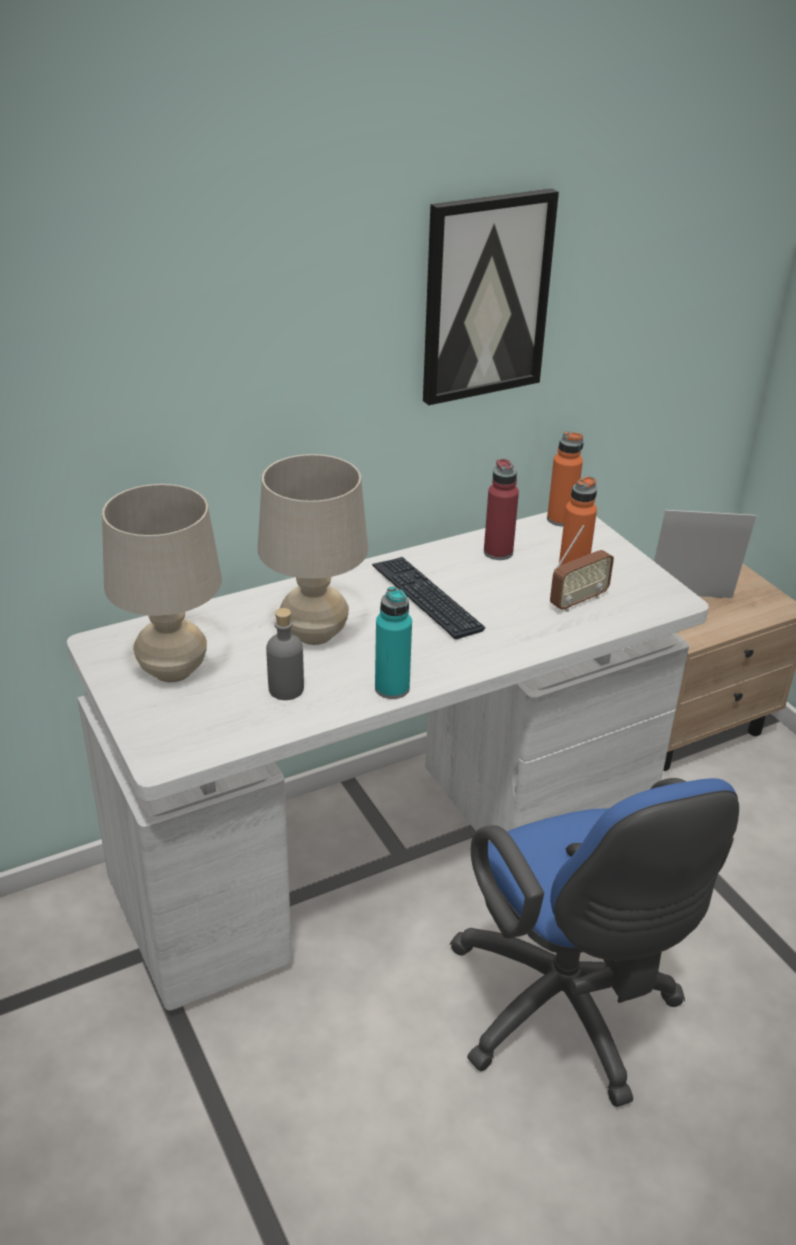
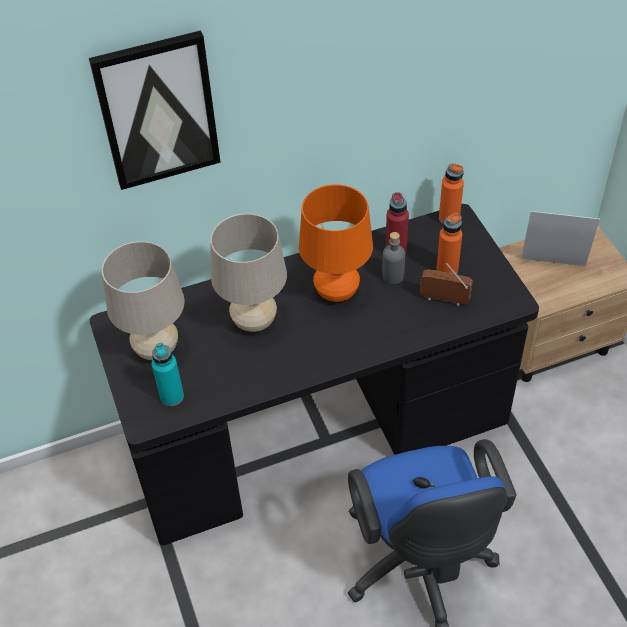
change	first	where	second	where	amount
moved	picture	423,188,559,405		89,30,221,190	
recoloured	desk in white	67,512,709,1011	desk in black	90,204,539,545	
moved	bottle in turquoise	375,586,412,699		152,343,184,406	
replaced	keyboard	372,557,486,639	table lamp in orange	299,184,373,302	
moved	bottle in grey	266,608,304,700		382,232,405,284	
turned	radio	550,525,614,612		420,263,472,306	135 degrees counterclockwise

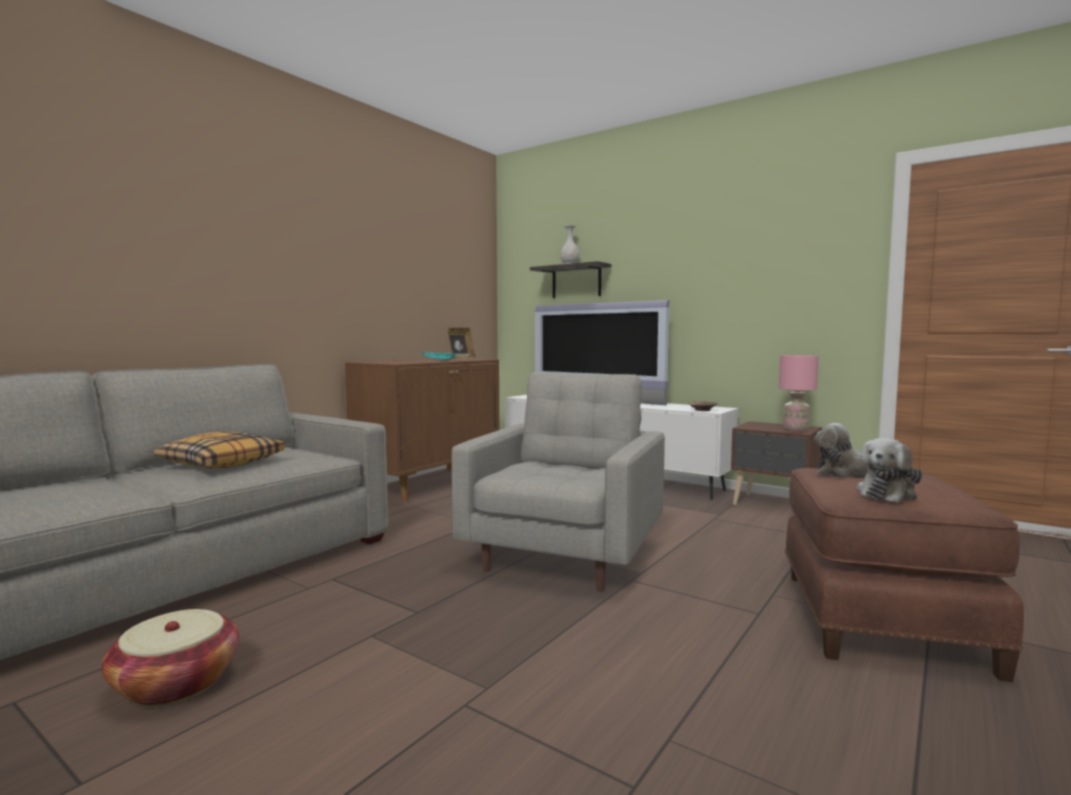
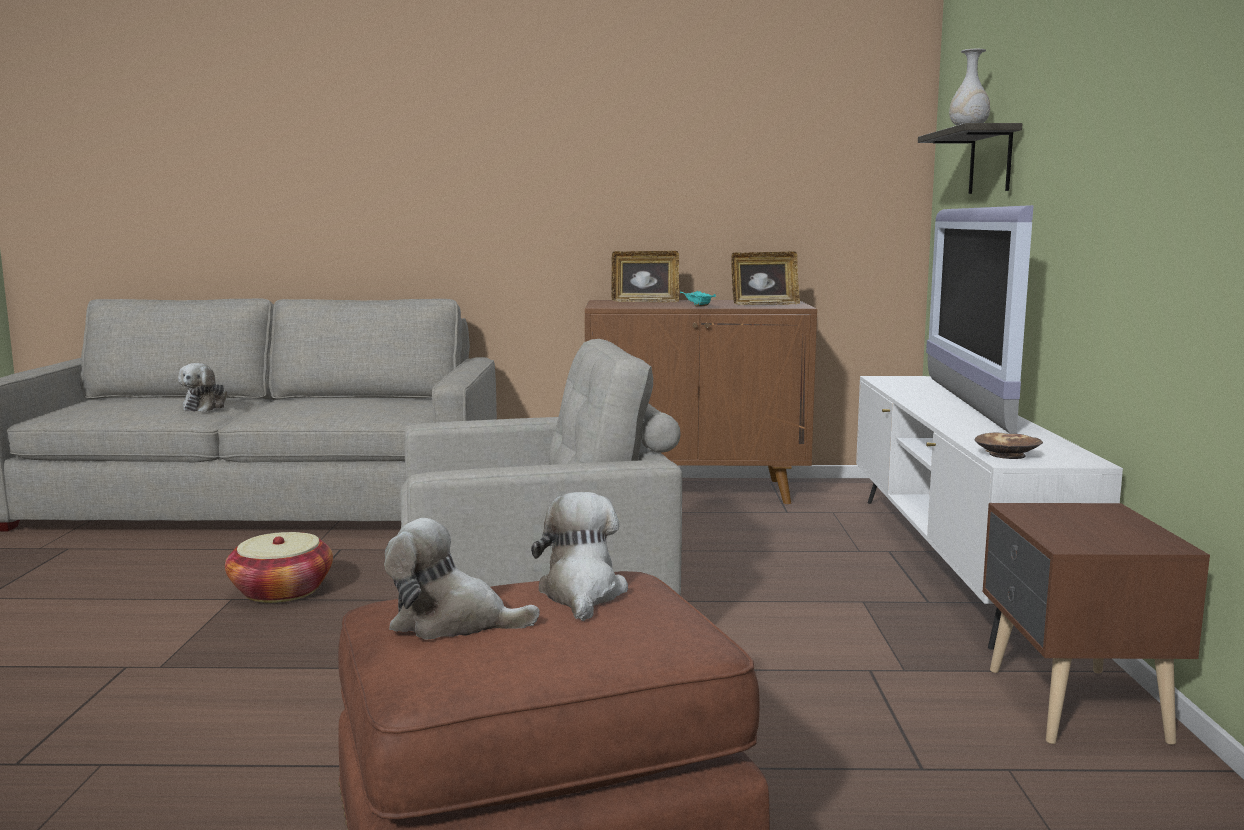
change	first	where	second	where	amount
added			plush toy	178,363,227,412	
moved	basket	102,609,239,706		225,532,333,603	
added			picture frame	611,251,679,303	
removed	pillow	154,431,284,468			
removed	table lamp in pink	779,355,819,432			

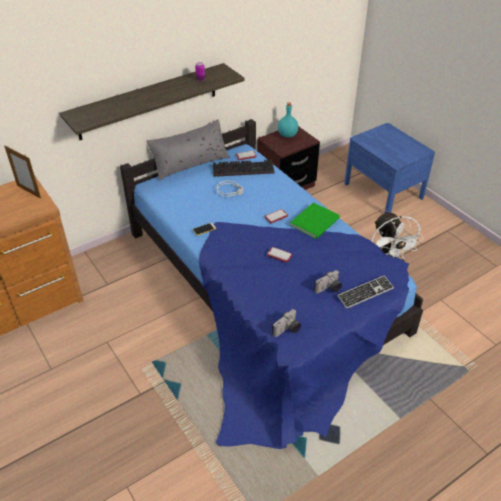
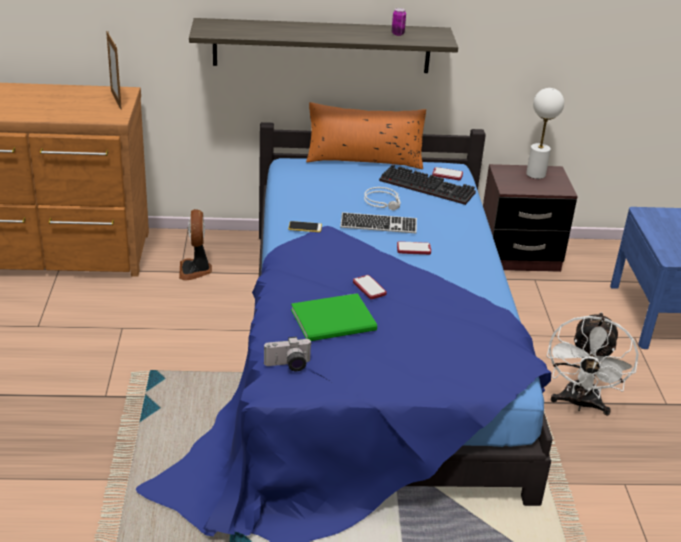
change	first	where	second	where	amount
added			fan	179,209,212,281	
moved	book in green	290,202,340,239		291,293,377,341	
recoloured	pillow in grey	146,119,229,181	pillow in orange	306,102,426,169	
moved	keyboard	337,275,394,309		340,212,417,233	
replaced	bottle in turquoise	278,102,298,138	table lamp in white	526,88,564,179	
removed	photo camera	314,270,342,293			

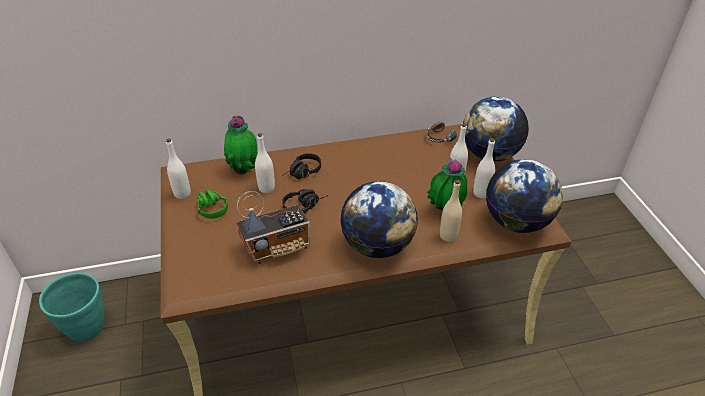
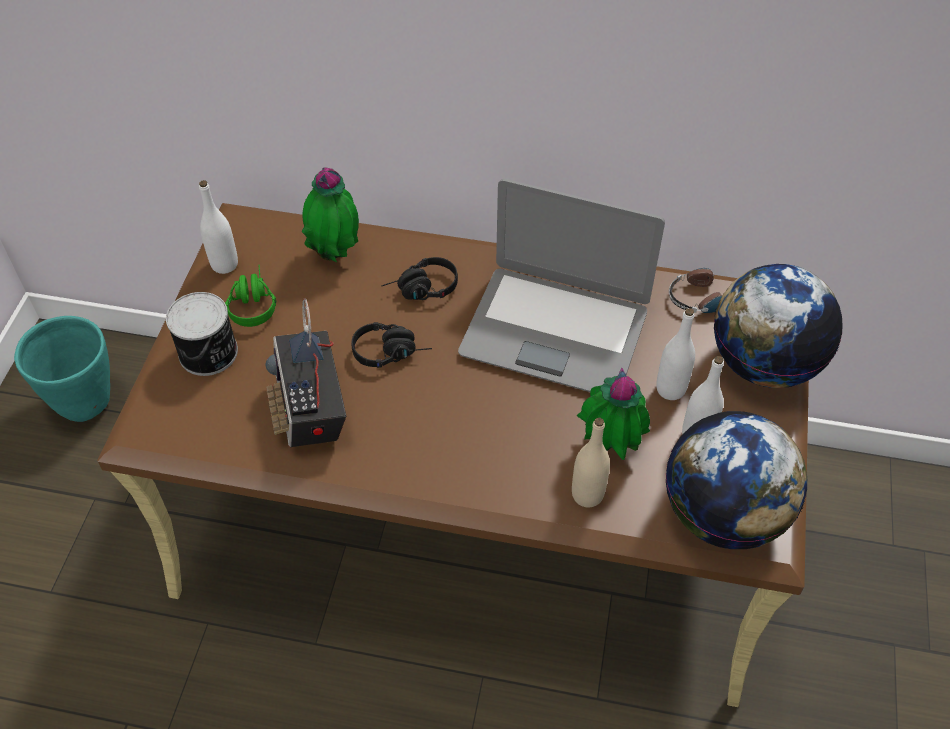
change	first	where	second	where	amount
added			can	166,292,238,376	
turned	radio	237,191,310,264		266,298,346,447	75 degrees clockwise
added			laptop	458,179,665,392	
removed	bottle in white	255,133,275,193			
removed	globe	340,181,418,258			

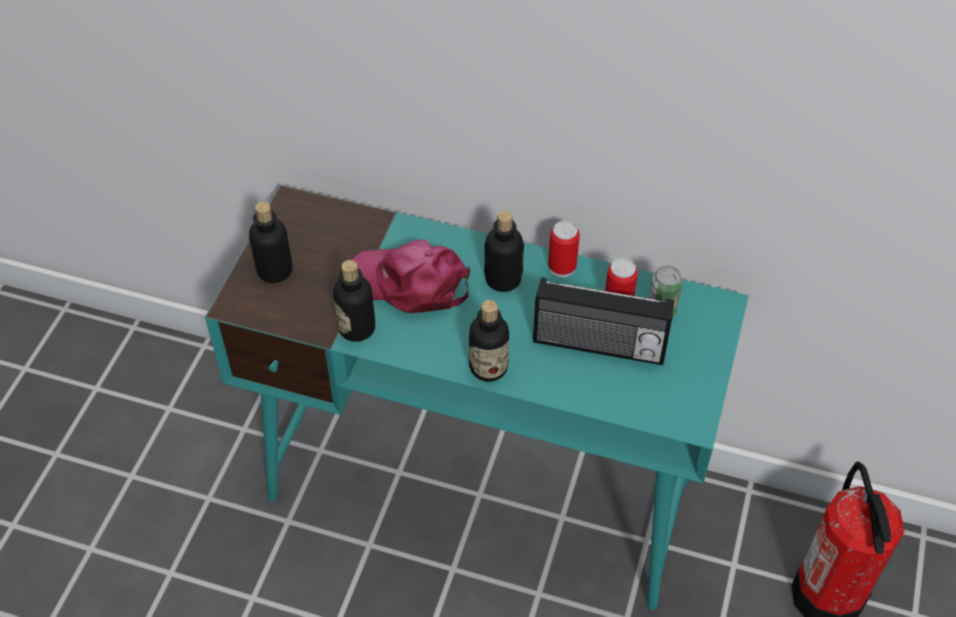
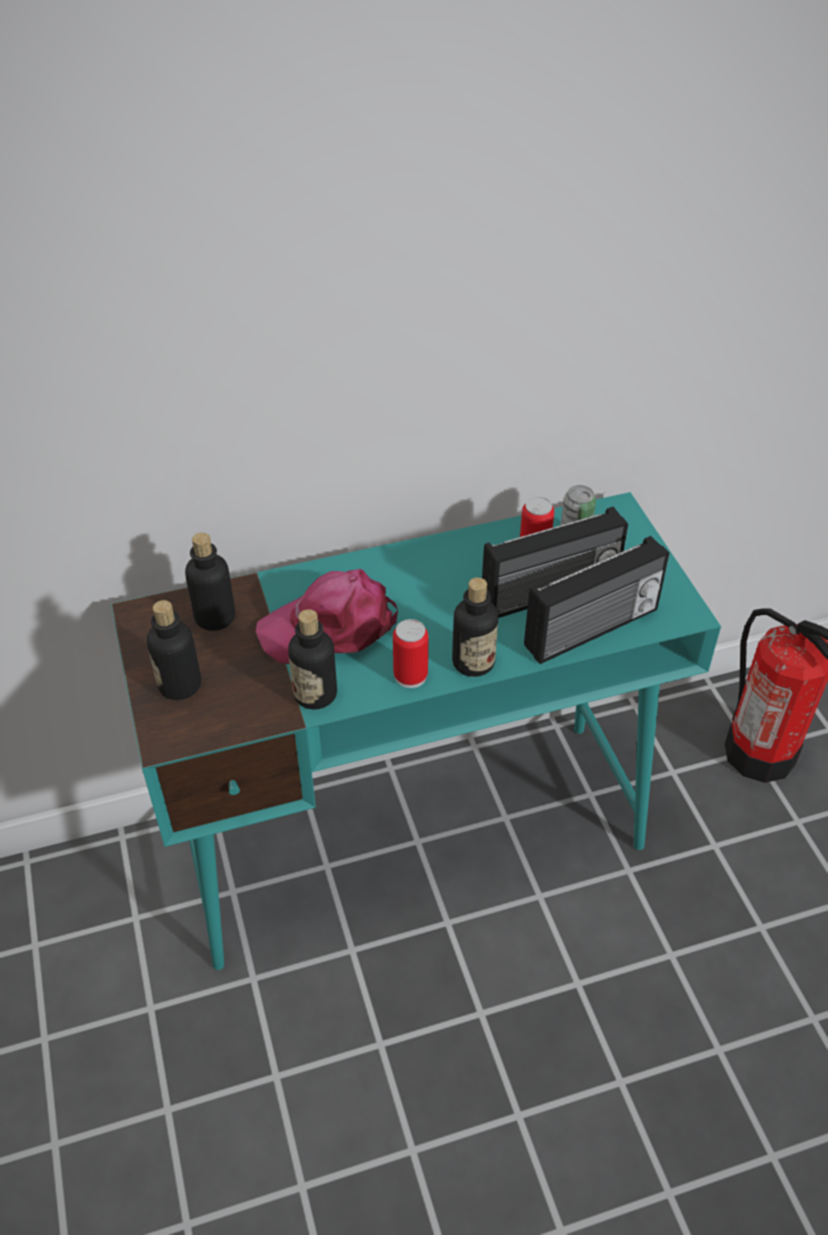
change	first	where	second	where	amount
moved	bottle	484,210,524,292		185,533,235,631	
moved	can	548,221,580,277		393,619,428,688	
added			radio	524,536,669,664	

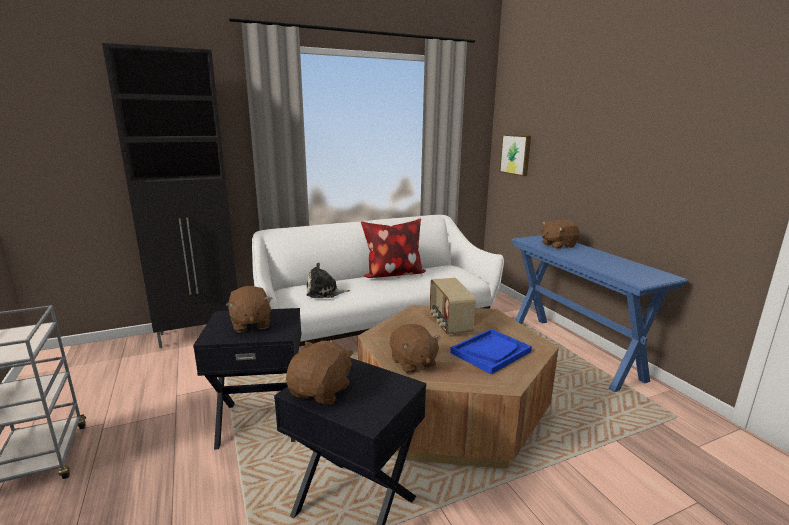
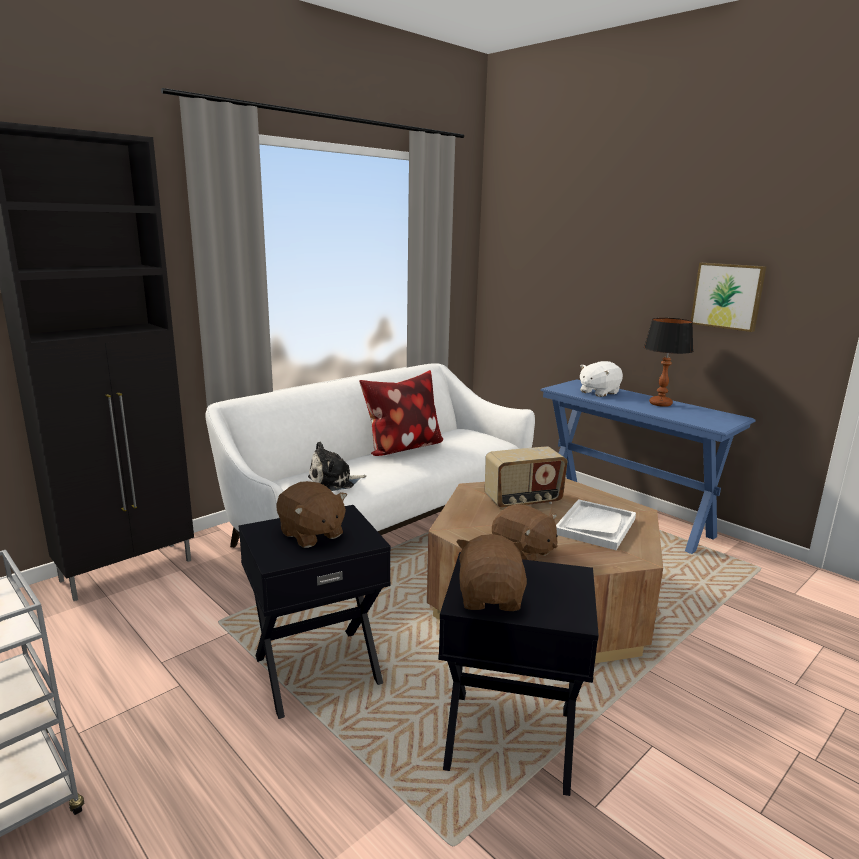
change	first	where	second	where	amount
turned	radio	430,278,476,335		485,446,567,508	75 degrees counterclockwise
recoloured	tray in blue	450,329,532,374	tray in white	556,499,636,550	
recoloured	plush toy in brown	541,220,580,249	plush toy in white	580,361,623,397	
added			table lamp	644,318,694,407	
moved	picture	499,134,531,176		691,262,767,332	

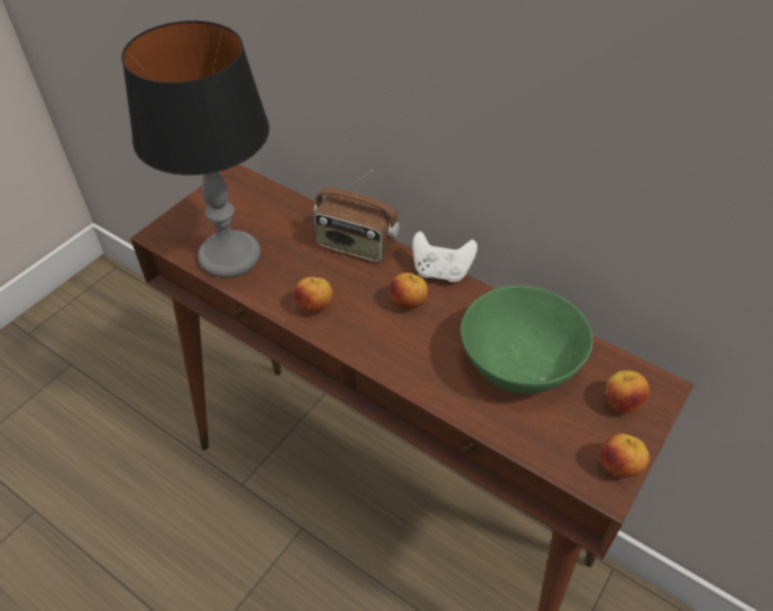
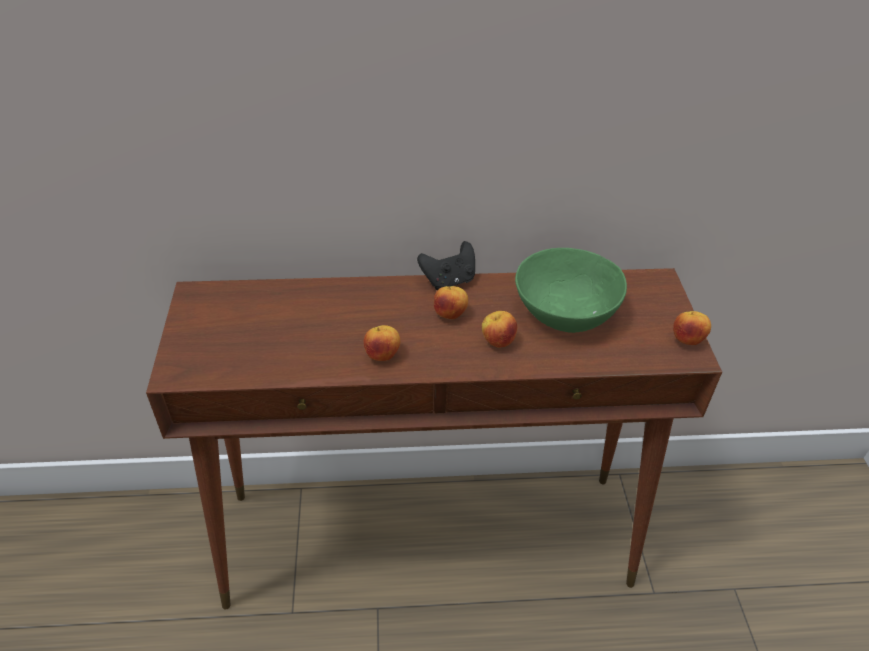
change	first	where	second	where	amount
recoloured	game controller in white	412,231,478,282	game controller in black	417,241,475,290	
moved	apple	606,370,649,413		482,311,517,348	
removed	table lamp	122,21,270,278			
removed	radio	313,170,399,262			

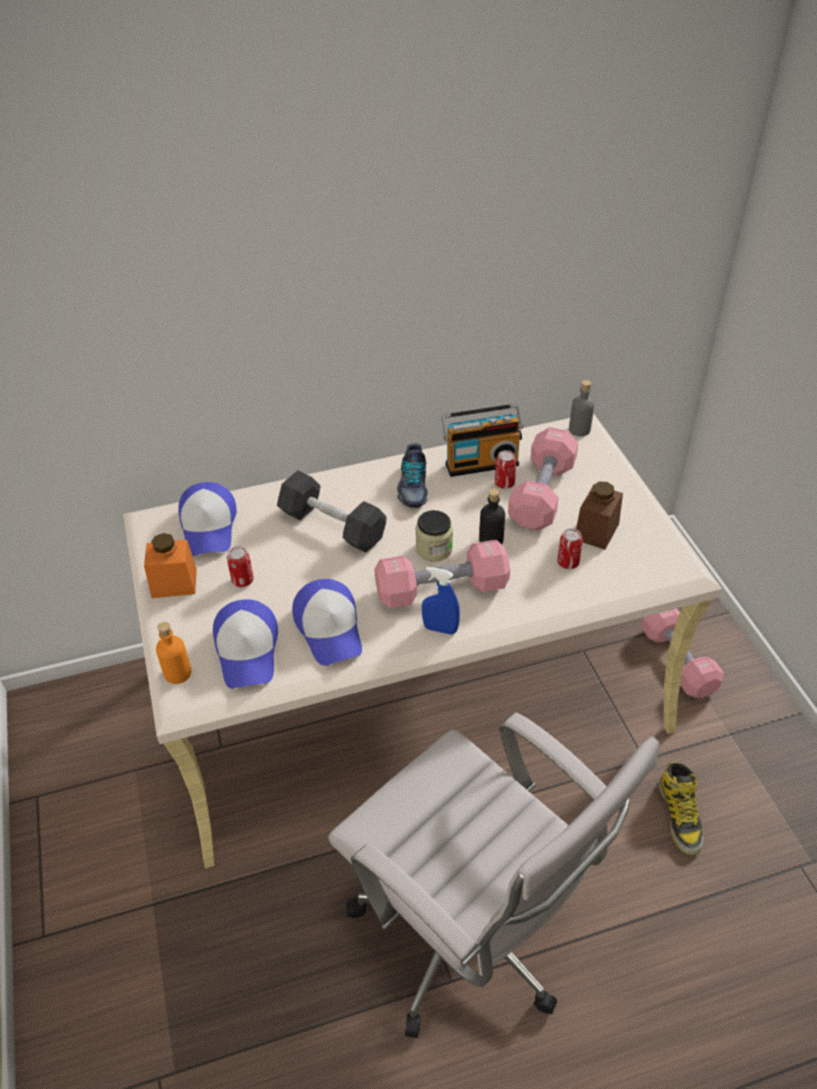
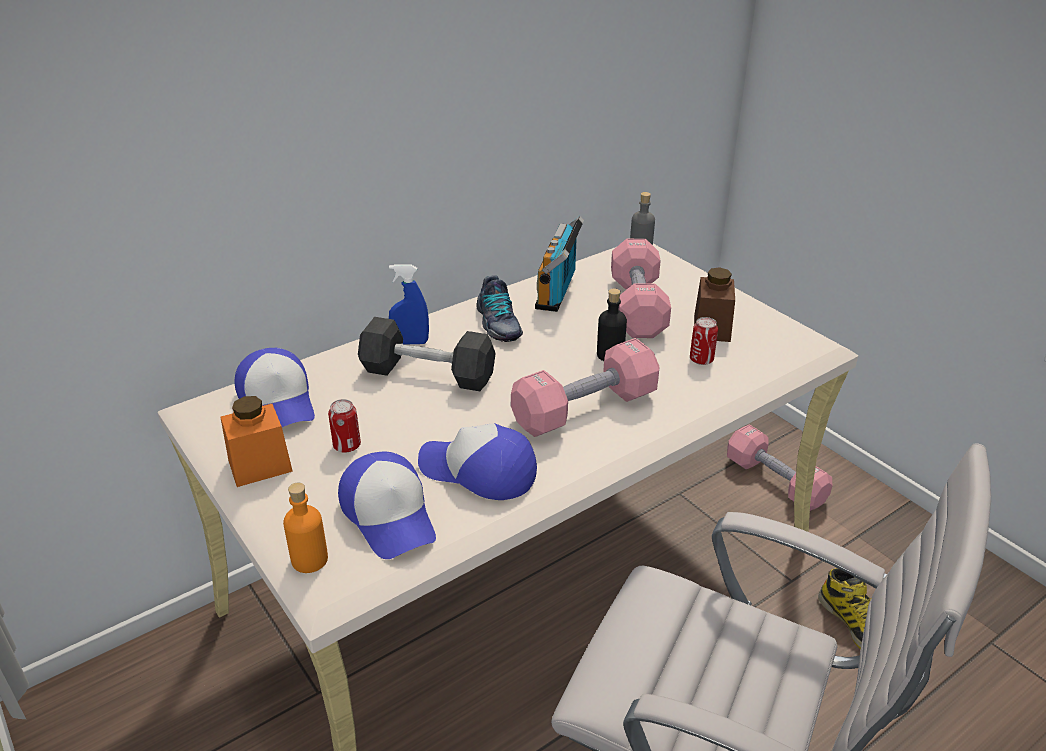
change	first	where	second	where	amount
moved	spray bottle in blue	422,567,460,635		389,264,429,345	
turned	cap	292,579,362,666		418,423,537,500	150 degrees clockwise
turned	radio	441,404,523,477		535,216,584,312	135 degrees clockwise
removed	jar	416,510,453,562			
removed	can	495,450,516,489			

